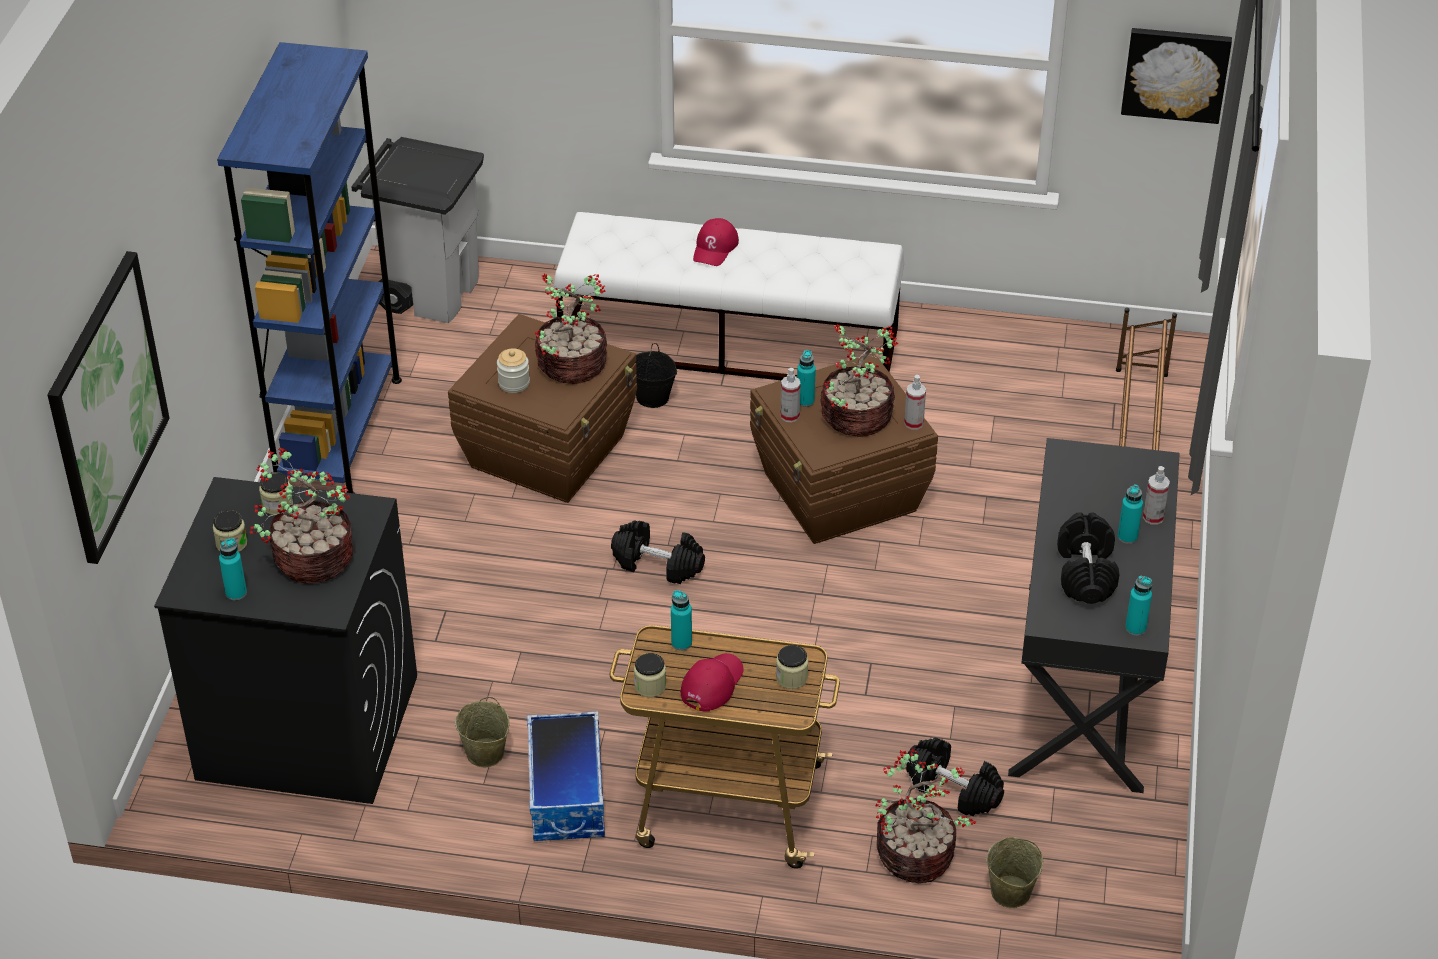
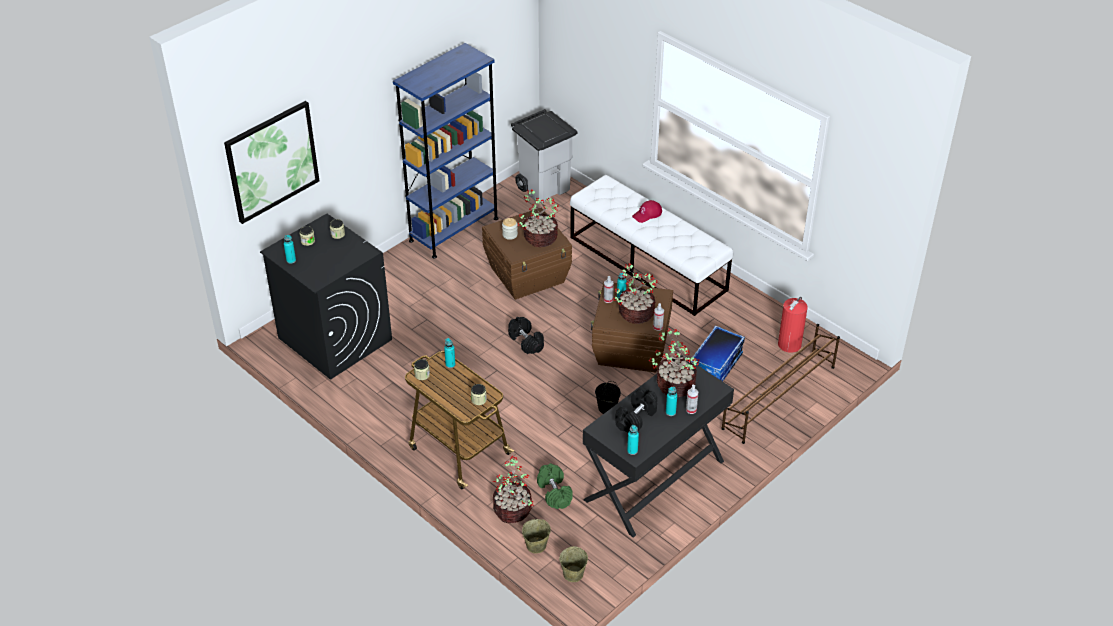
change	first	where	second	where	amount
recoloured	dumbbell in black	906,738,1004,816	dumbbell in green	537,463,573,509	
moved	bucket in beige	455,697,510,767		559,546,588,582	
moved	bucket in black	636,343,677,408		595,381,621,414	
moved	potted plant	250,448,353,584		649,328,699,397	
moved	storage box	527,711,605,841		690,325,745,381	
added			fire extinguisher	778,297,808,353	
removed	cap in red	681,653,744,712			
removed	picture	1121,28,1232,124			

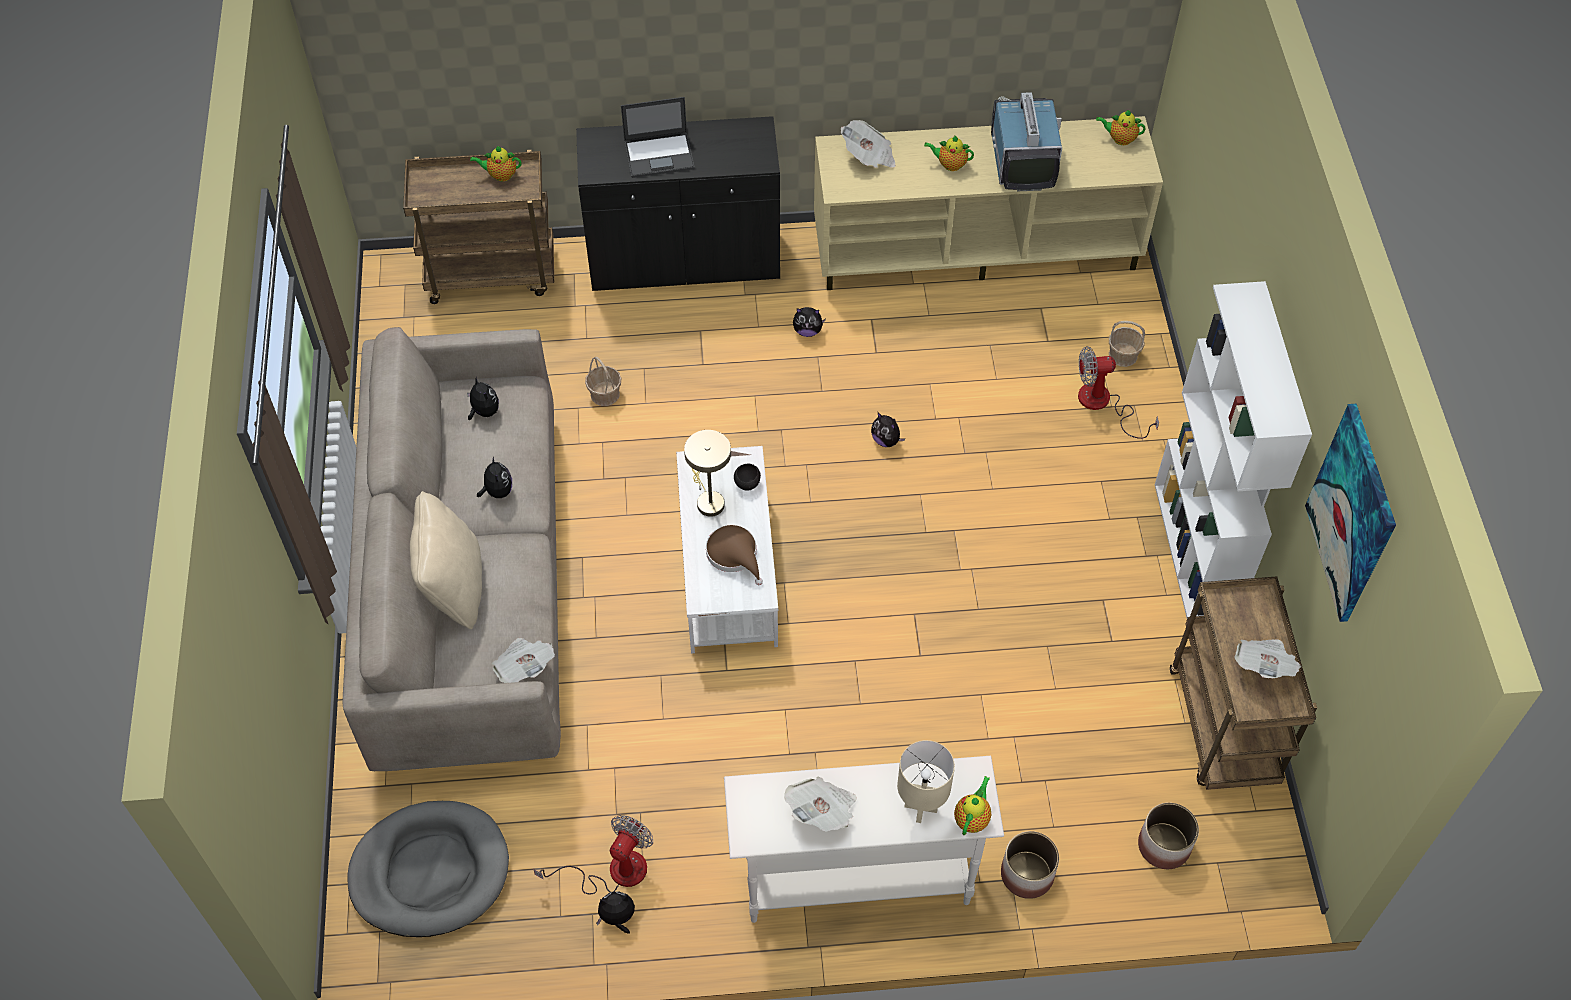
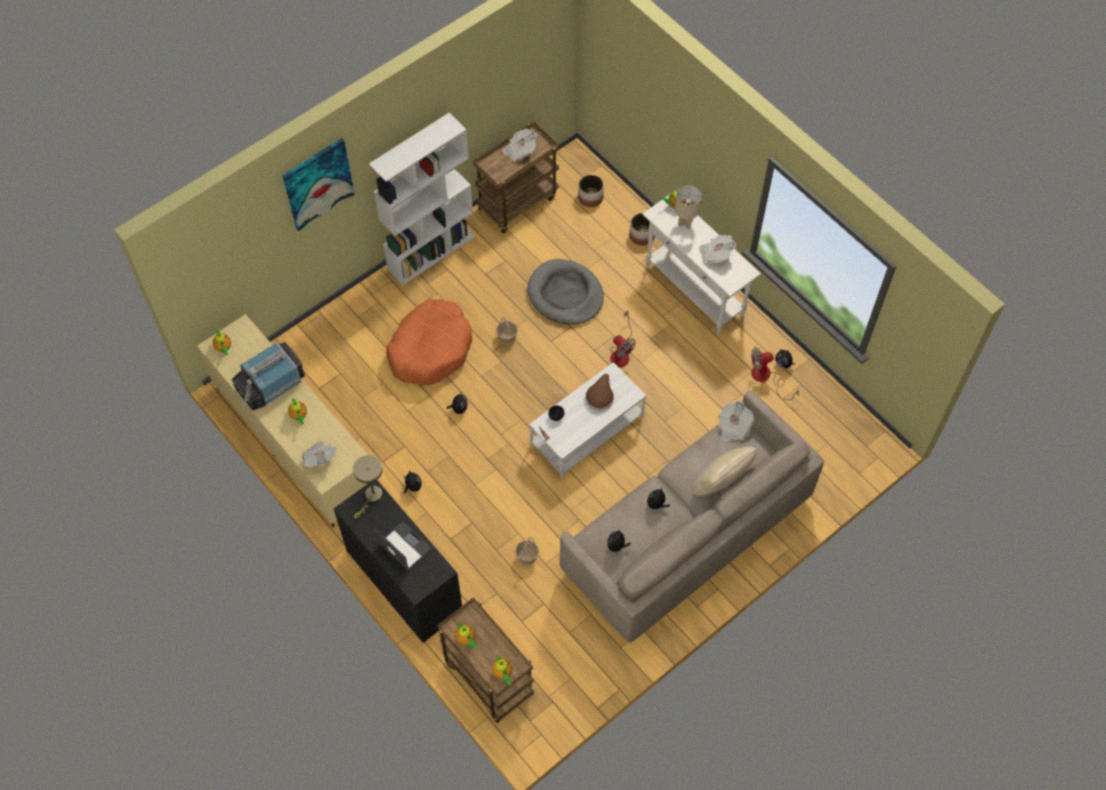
change	first	where	second	where	amount
moved	picture	1305,404,1396,622		282,138,355,231	
moved	table lamp in beige	684,430,731,517		353,455,382,518	
added			dog bed in orange	386,299,472,385	
added			teapot	492,655,512,686	
moved	basket	1109,321,1145,367		496,316,518,345	
moved	dog bed in grey	347,801,509,937		527,259,604,325	
moved	fan	1078,346,1159,439		610,311,636,367	

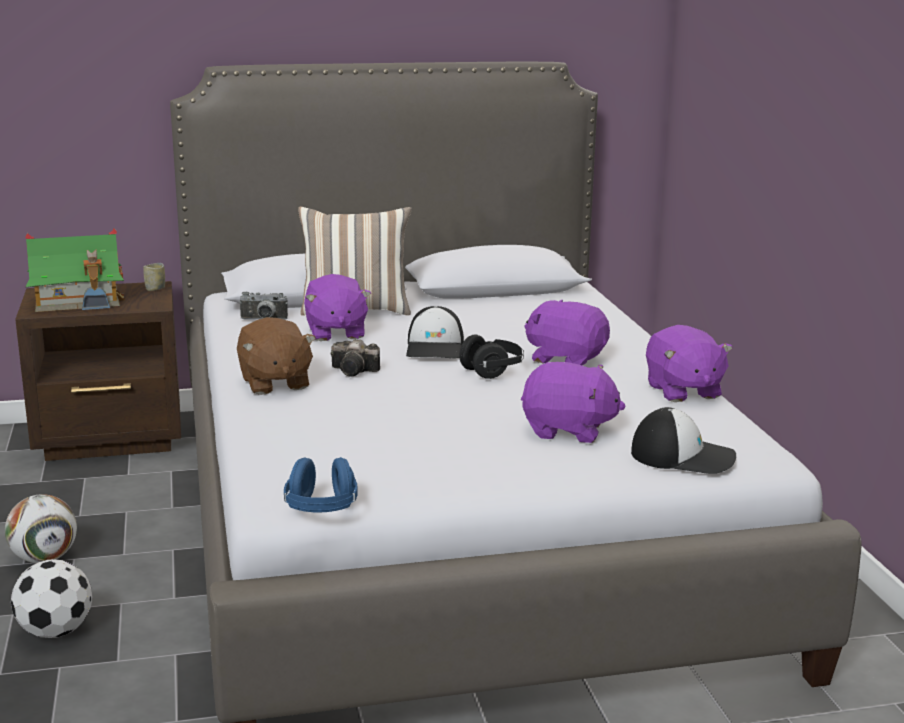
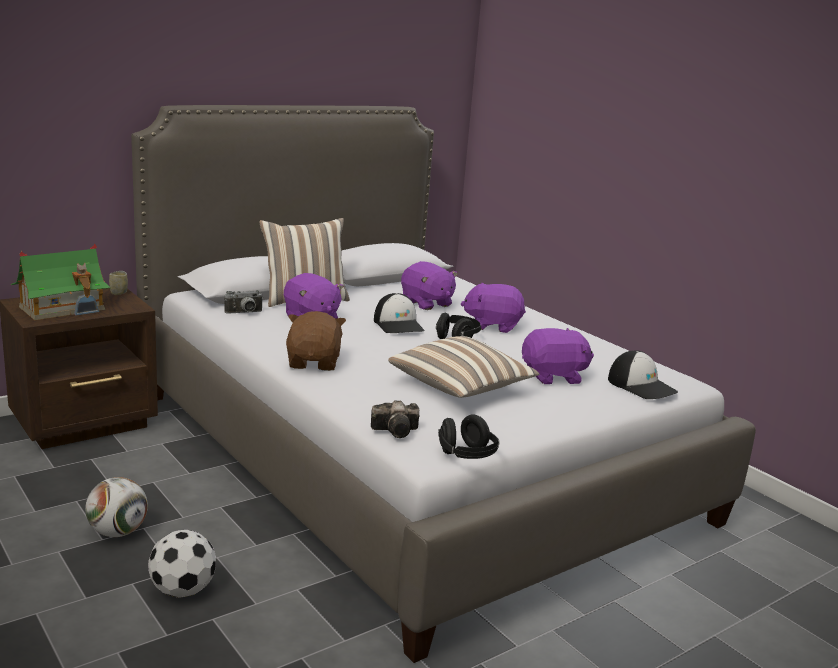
change	first	where	second	where	amount
turned	plush toy in brown	237,317,316,395		286,311,346,371	135 degrees counterclockwise
moved	photo camera	331,339,380,376		371,400,419,438	
added			pillow	388,336,539,398	
moved	plush toy in purple	646,325,733,402		401,261,458,310	
recoloured	headphones in blue	284,457,358,513	headphones in black	438,414,500,459	
turned	cap	631,407,736,474		608,350,678,399	60 degrees clockwise

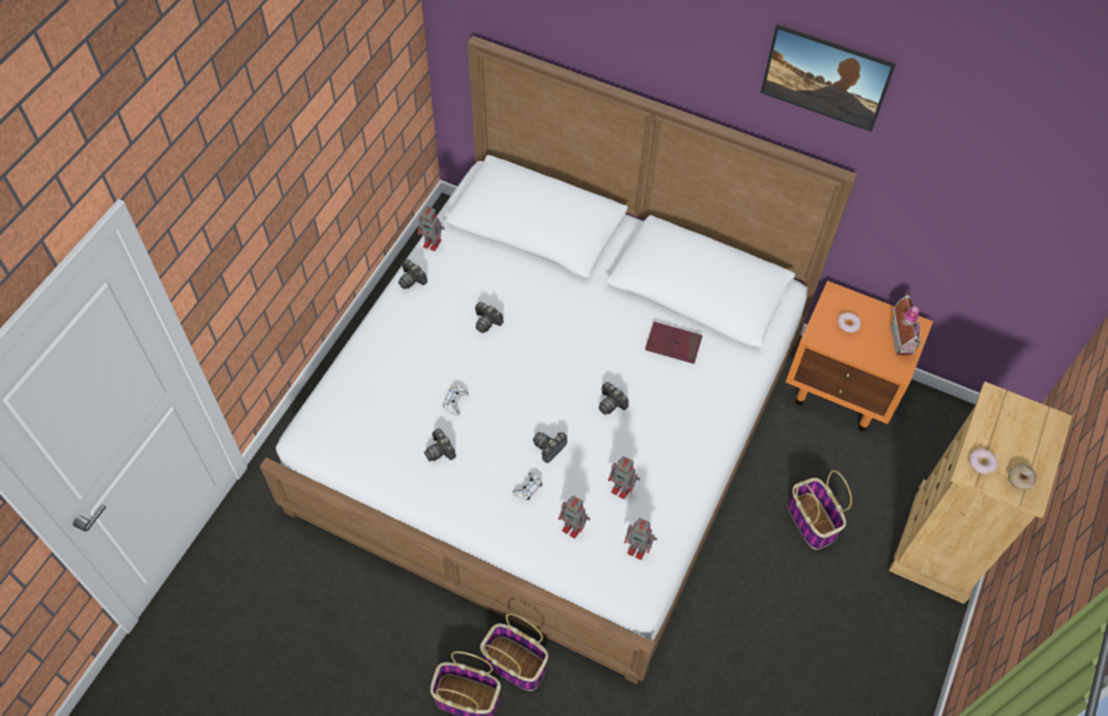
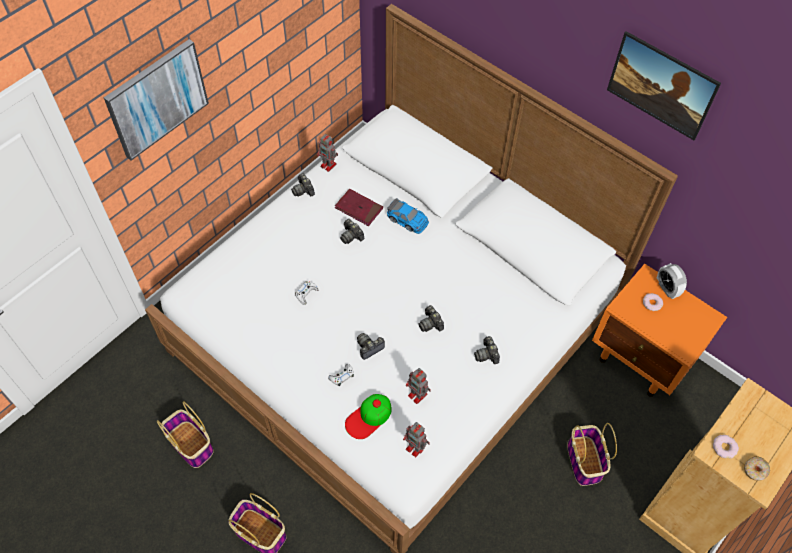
change	first	where	second	where	amount
added			picture	104,39,209,161	
moved	basket	480,613,548,691		157,401,214,468	
moved	book in red	645,322,703,364		335,189,383,226	
replaced	toy robot	558,495,590,538	cap	345,394,392,439	
added			toy car	387,198,429,234	
moved	photo camera	424,428,456,461		474,336,500,364	
added			alarm clock	657,263,687,299	
removed	toy house	891,292,921,355			

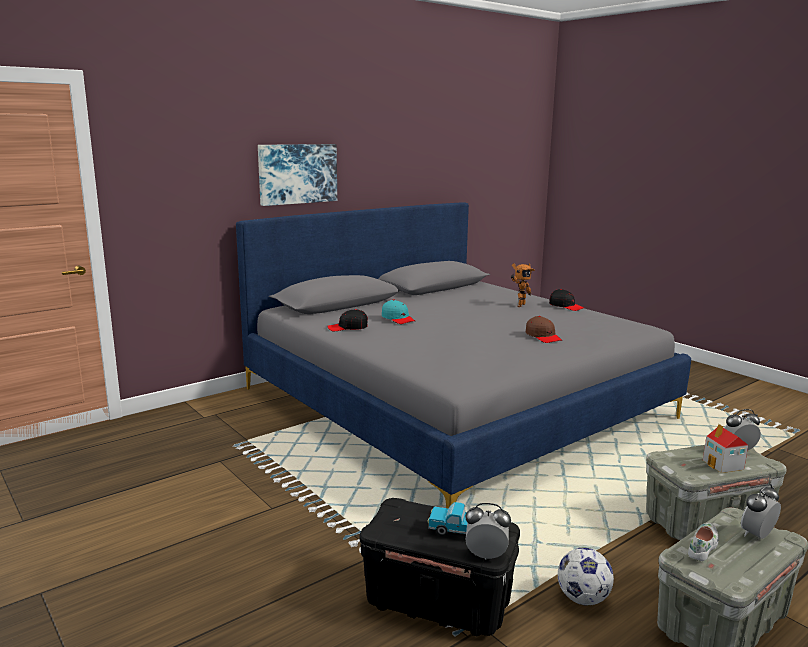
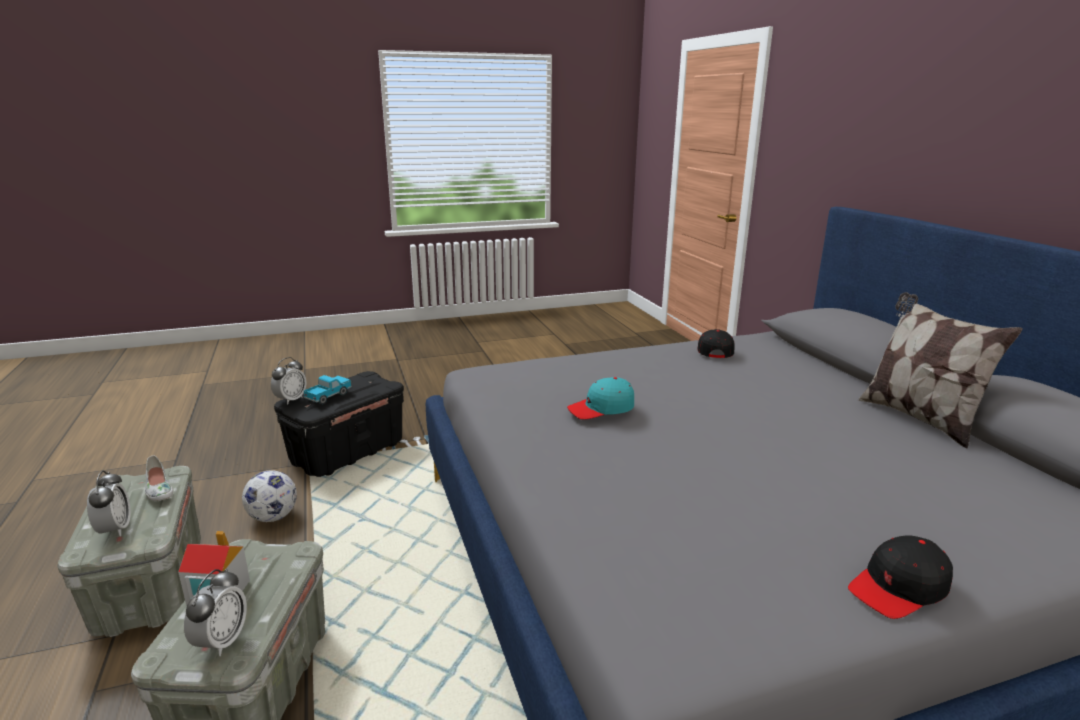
change	first	where	second	where	amount
moved	cap in turquoise	382,300,415,324		567,377,634,419	
added			pillow	858,292,1023,448	
removed	picture	258,144,337,206			
removed	toy robot	511,263,535,307			
removed	cap in brown	526,316,562,343			

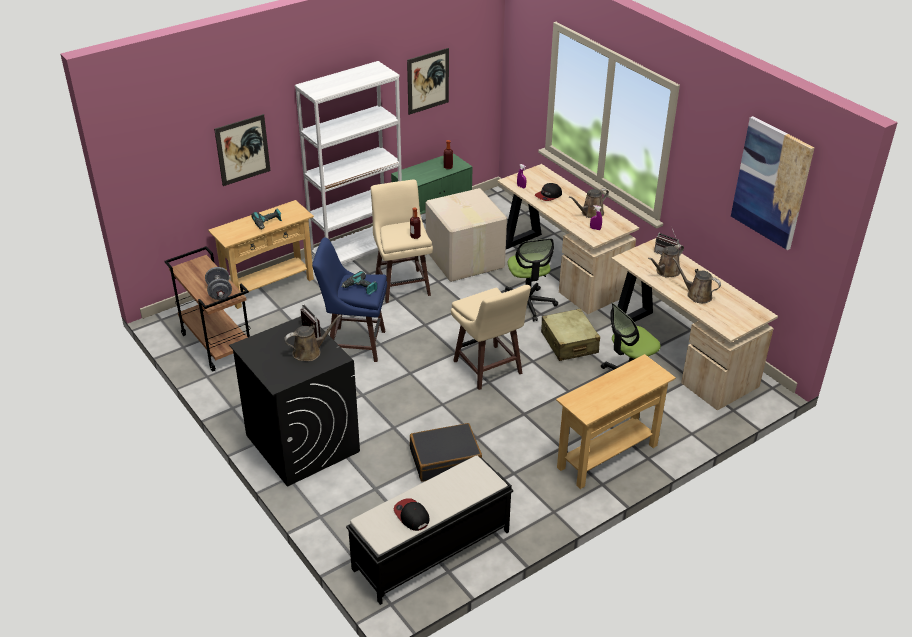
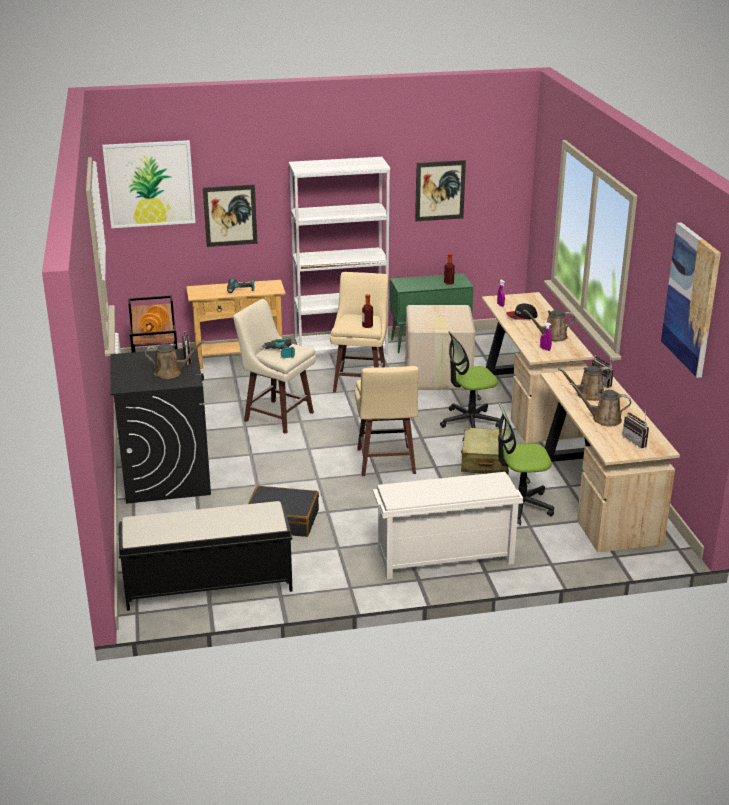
change	first	where	second	where	amount
added			picture	102,140,196,228	
recoloured	dumbbell in grey	205,267,232,300	dumbbell in orange	140,305,169,333	
recoloured	stool in blue	312,238,387,362	stool in beige	233,299,316,434	
replaced	console table in beige	556,354,676,489	shoe rack in white	373,472,523,579	
turned	office chair	505,238,558,322		440,331,501,428	60 degrees clockwise
turned	watering can in brown	672,257,721,303		570,383,631,427	45 degrees counterclockwise
added			radio	622,411,649,448	
removed	cap	394,498,429,531			

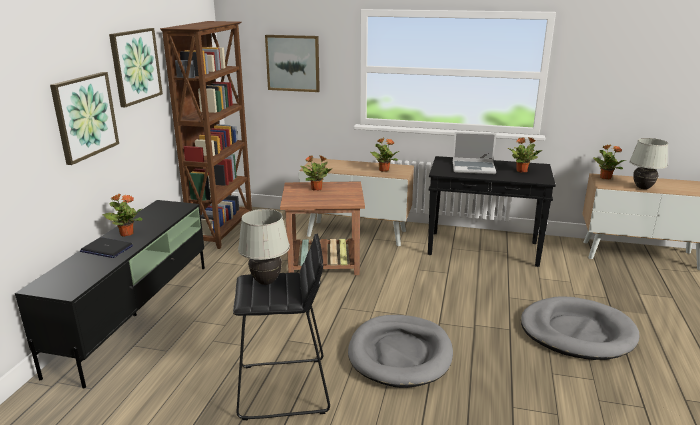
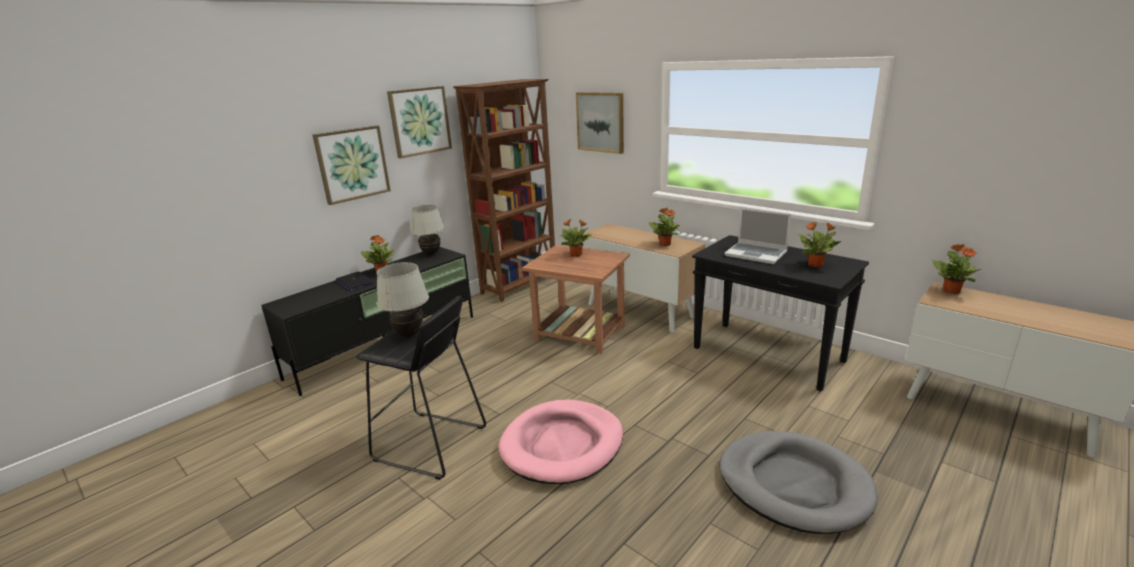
change	first	where	second	where	amount
moved	table lamp in white	629,138,668,189		410,205,445,255	
recoloured	dog bed in grey	348,315,453,388	dog bed in pink	498,400,623,484	

